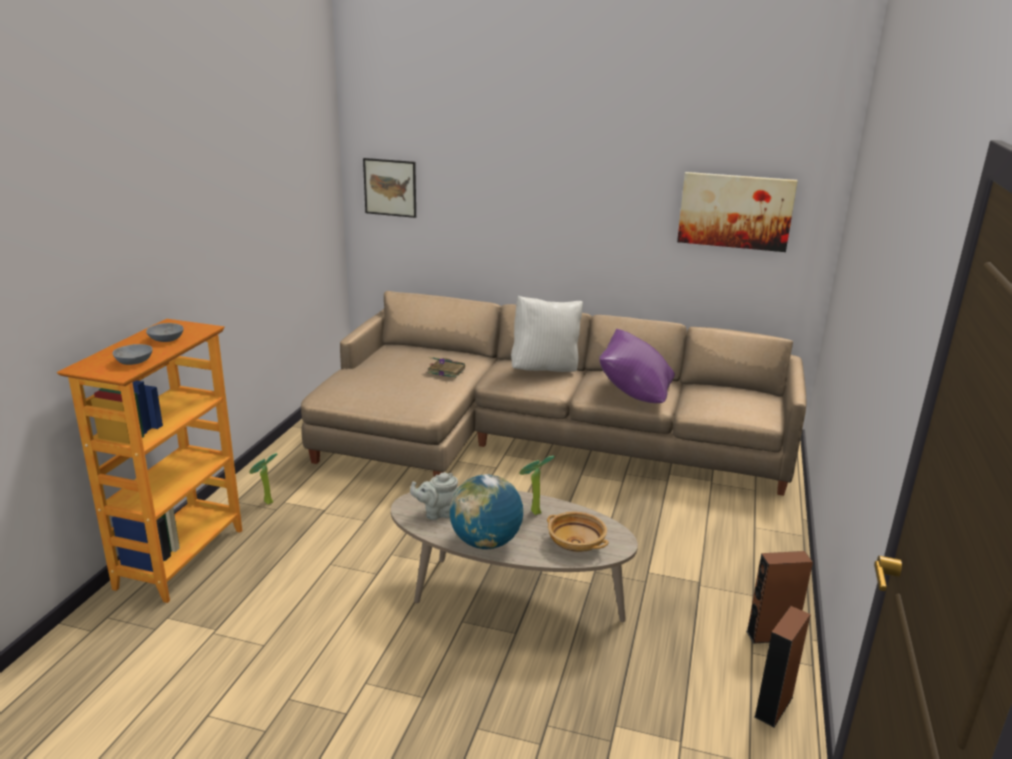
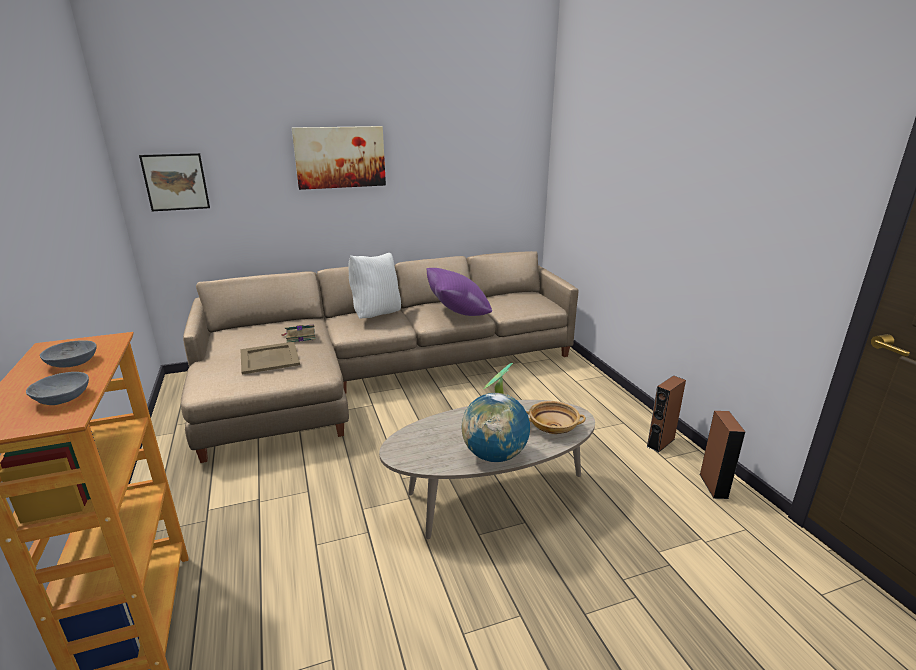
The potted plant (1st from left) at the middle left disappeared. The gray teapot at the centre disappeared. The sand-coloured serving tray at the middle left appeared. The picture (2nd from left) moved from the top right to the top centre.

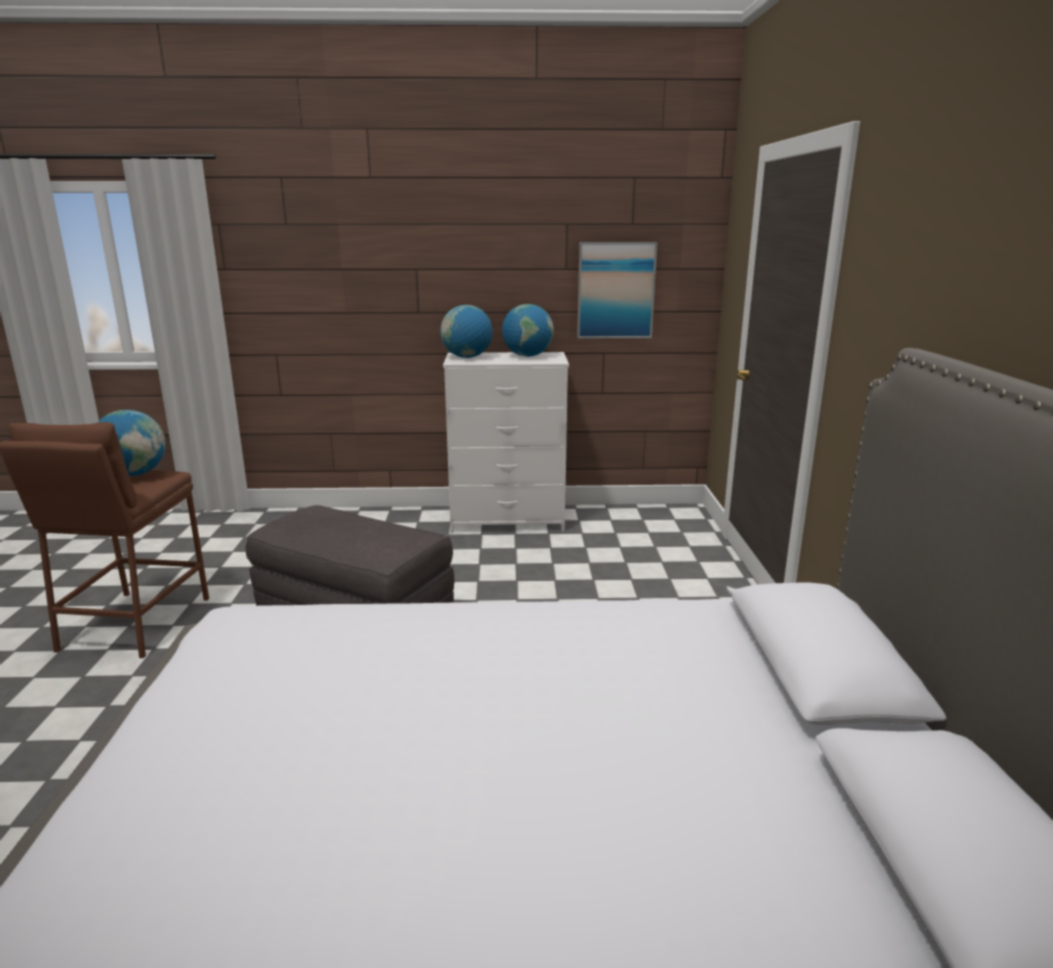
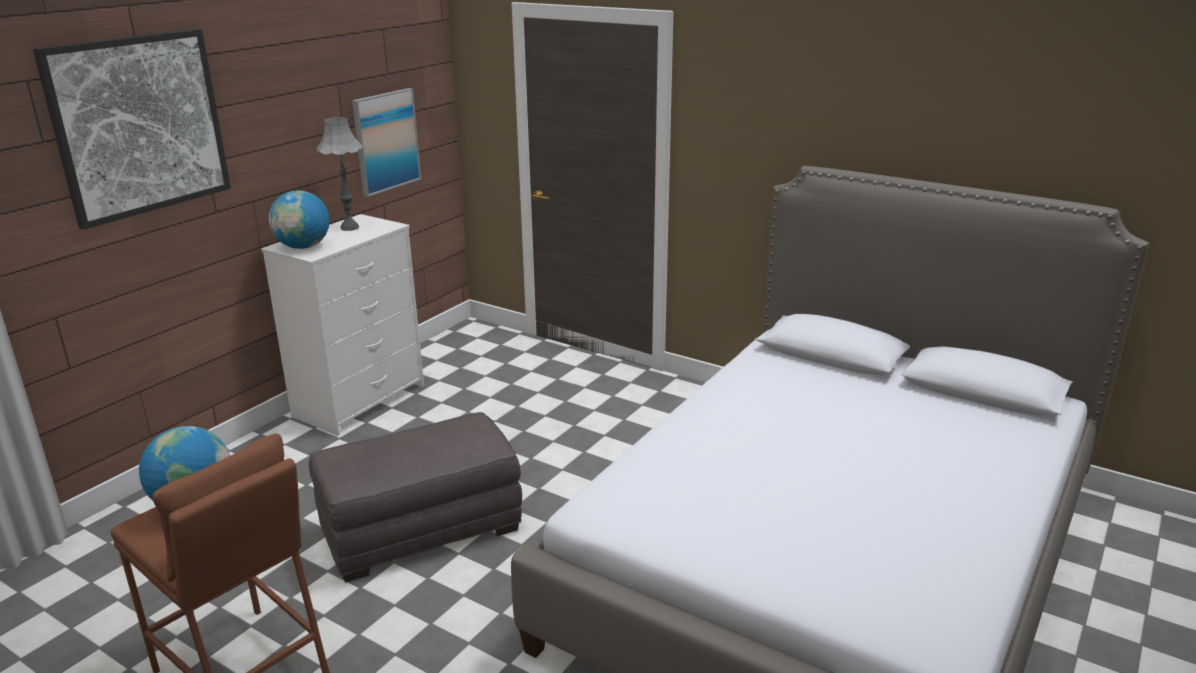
The picture (1st from left) at the top left appeared. The globe (3rd from left) at the centre was replaced by the gray tabletop lamp at the top left.

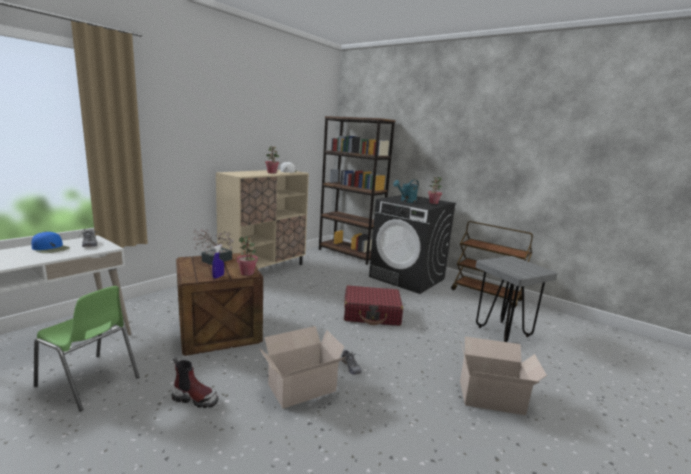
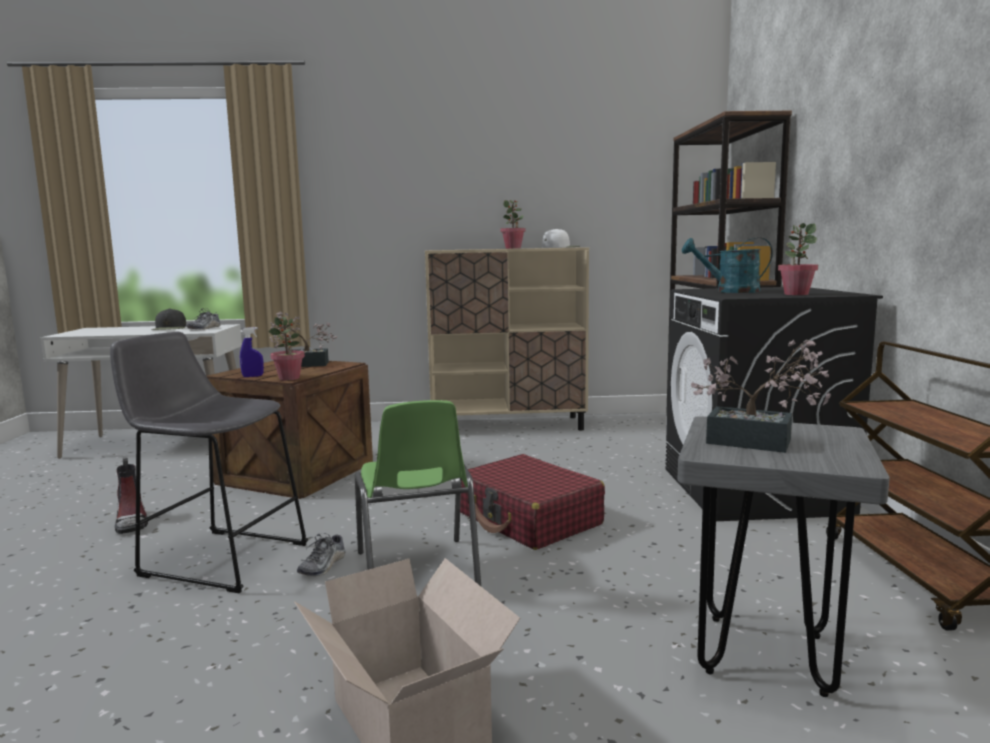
The potted plant (4th from left) at the middle right appeared. The greenish plain chair moved from the bottom left to the centre. The packing box (1st from left) at the bottom centre was replaced by the gray stool (1st from left) at the middle left. The blue baseball cap at the middle left became the blackish baseball cap at the middle left.

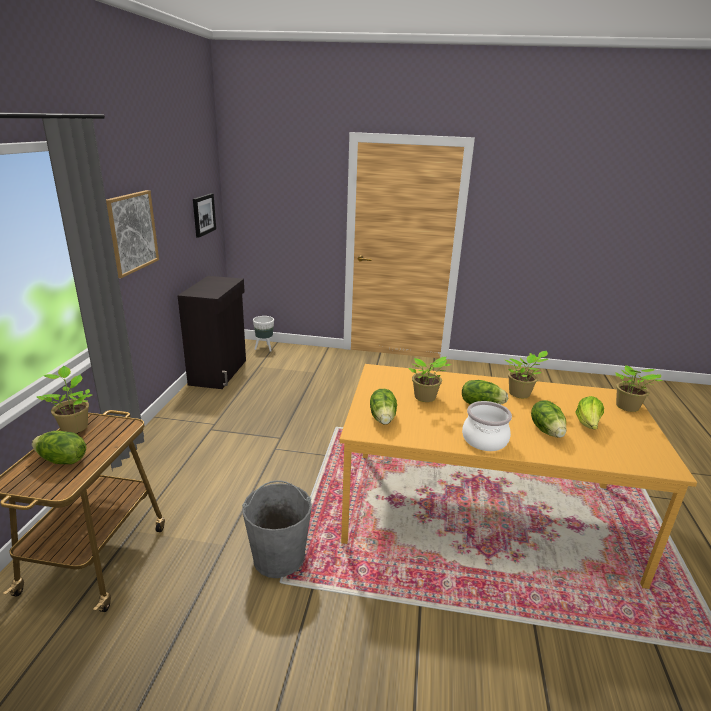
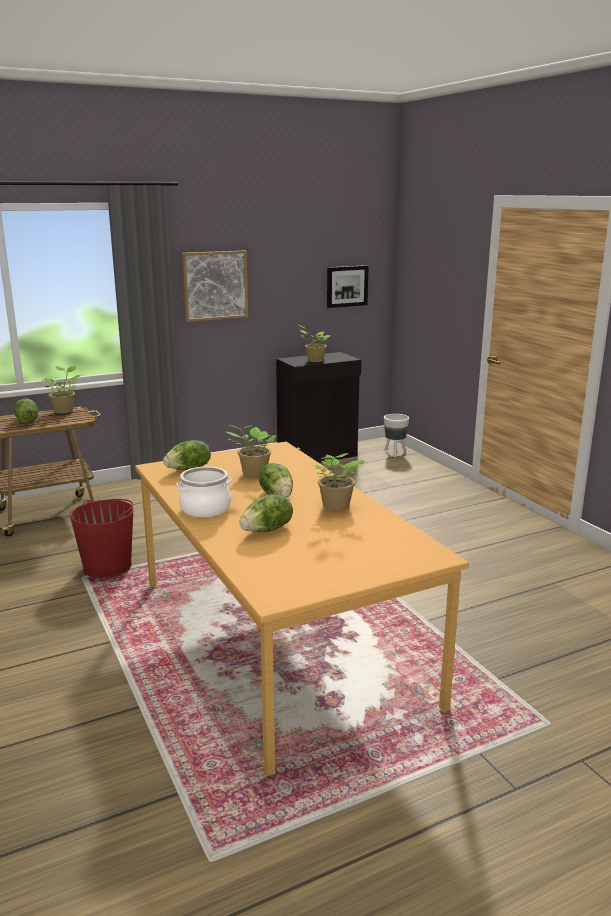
The head of lettuce (5th from left) at the middle right disappeared. The potted plant (4th from left in the first image) moved from the middle right to the centre. The gray bucket at the bottom centre became the reddish bucket at the middle left.

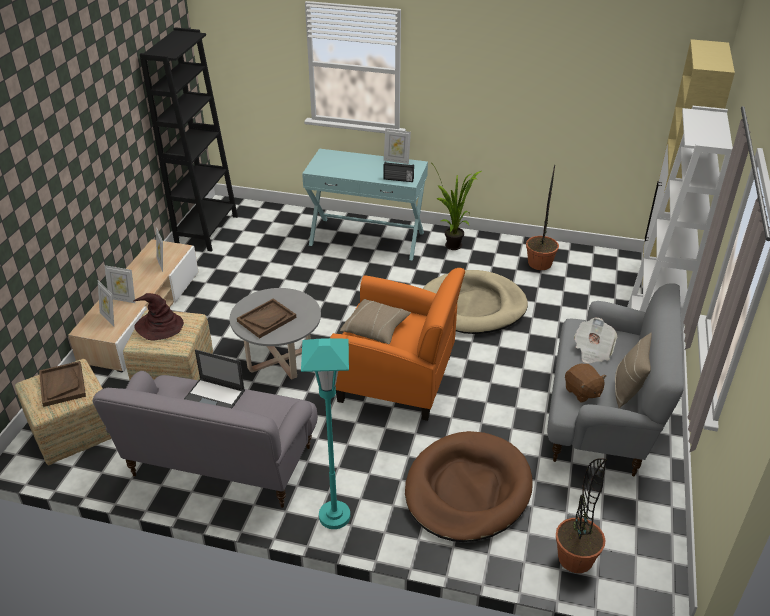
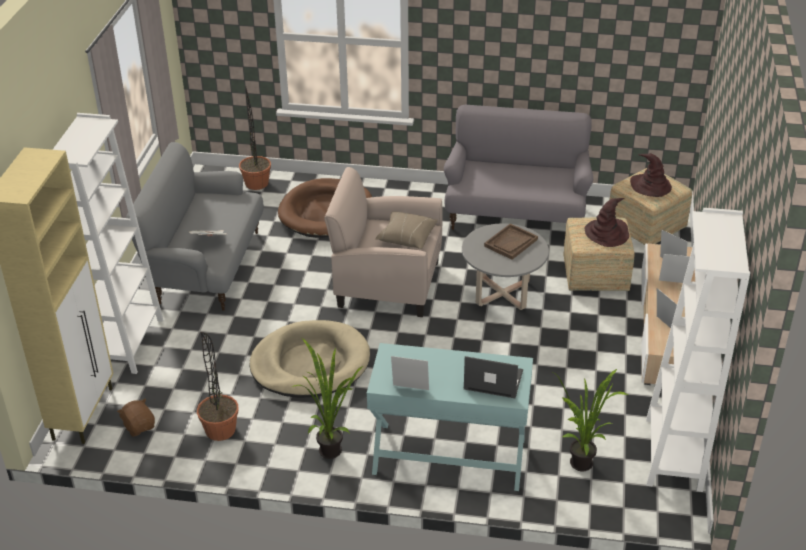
The turquoise-coloured floor lamp at the bottom centre disappeared. The radio receiver at the top centre disappeared. The sand-coloured throw pillow (2nd from left) at the middle right disappeared. The potted plant (4th from left) at the bottom right appeared. The portable computer moved from the middle left to the bottom centre. The brownish plush toy moved from the middle right to the bottom left. The brownish serving tray (1st from left) at the middle left was replaced by the brownish clothing hat (2nd from left) at the top right. The blackish bookcase at the top left became the white bookcase (2nd from left) at the middle right. The orangey easy chair at the centre became the sand-coloured easy chair at the centre.

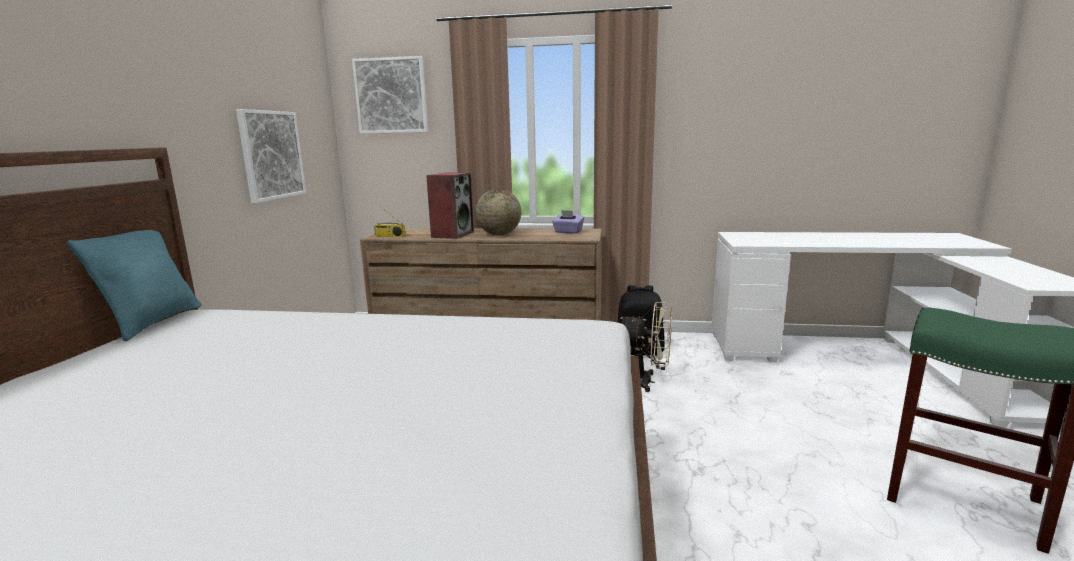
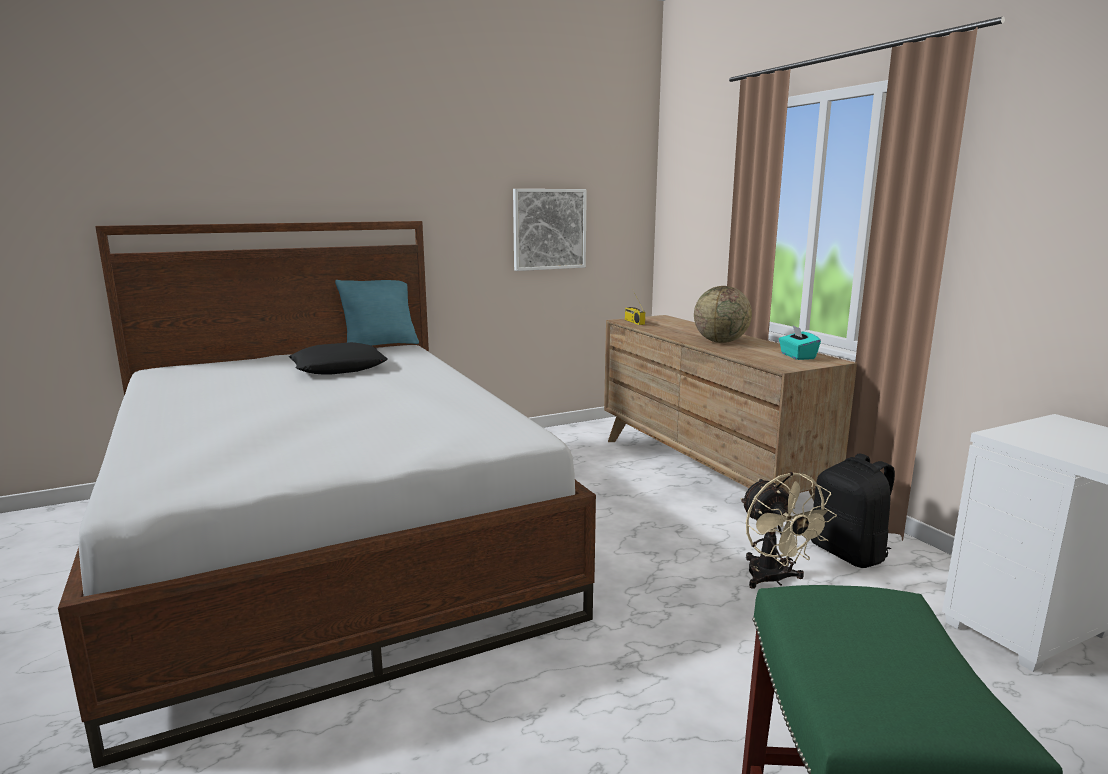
The picture (2nd from left) at the top centre disappeared. The speaker at the centre disappeared. The blackish throw pillow at the middle left appeared. The purple tissue holder at the centre became the turquoise-coloured tissue holder at the middle right.

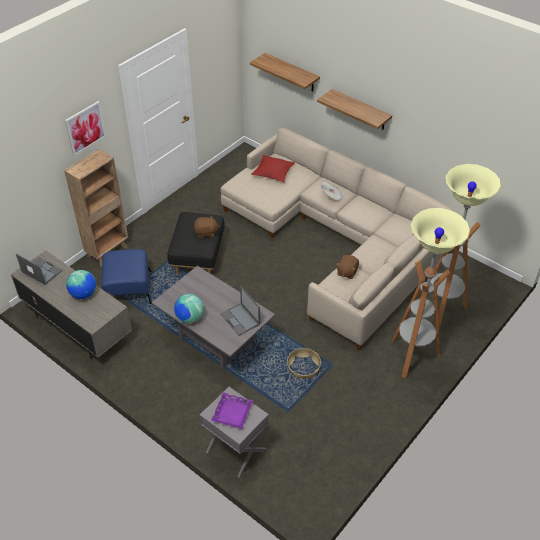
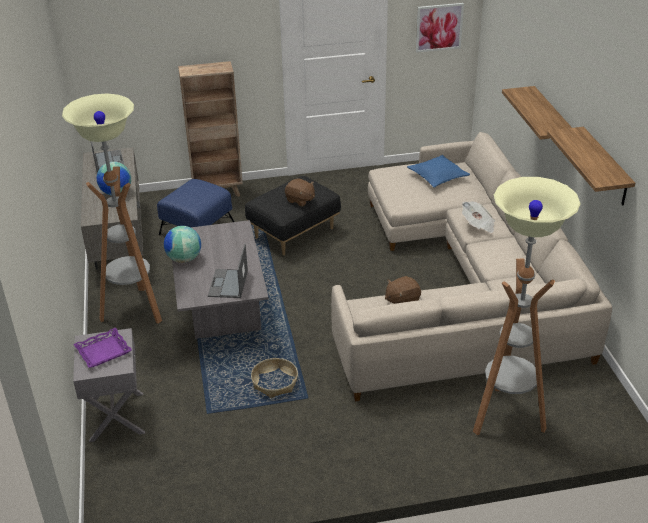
The picture moved from the top left to the top right. The wall shelf (1st from left in the first image) moved from the top centre to the top right. The floor lamp (1st from left) moved from the middle right to the middle left. The reddish throw pillow at the top centre became the blue throw pillow at the top right.

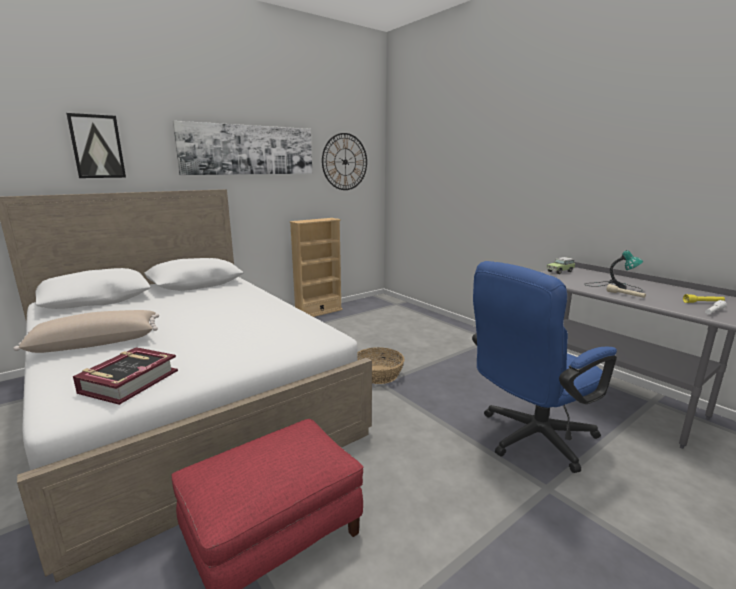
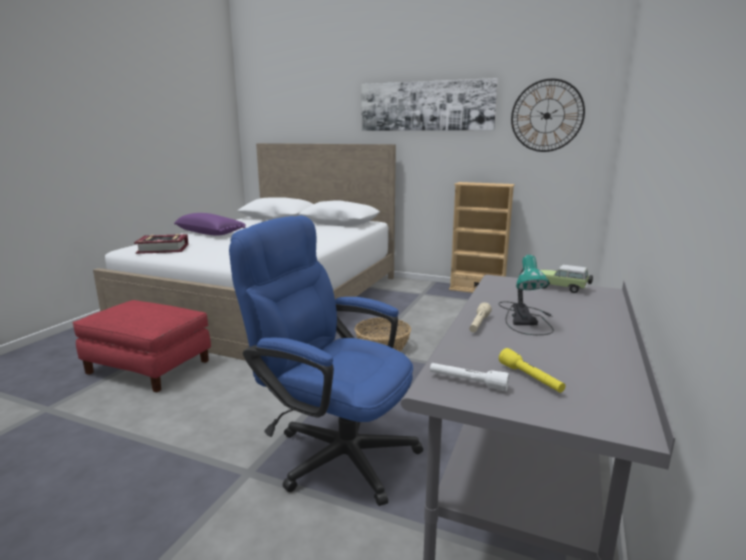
The picture (1st from left) at the top left disappeared. The sand-coloured throw pillow at the middle left became the purple throw pillow at the middle left.

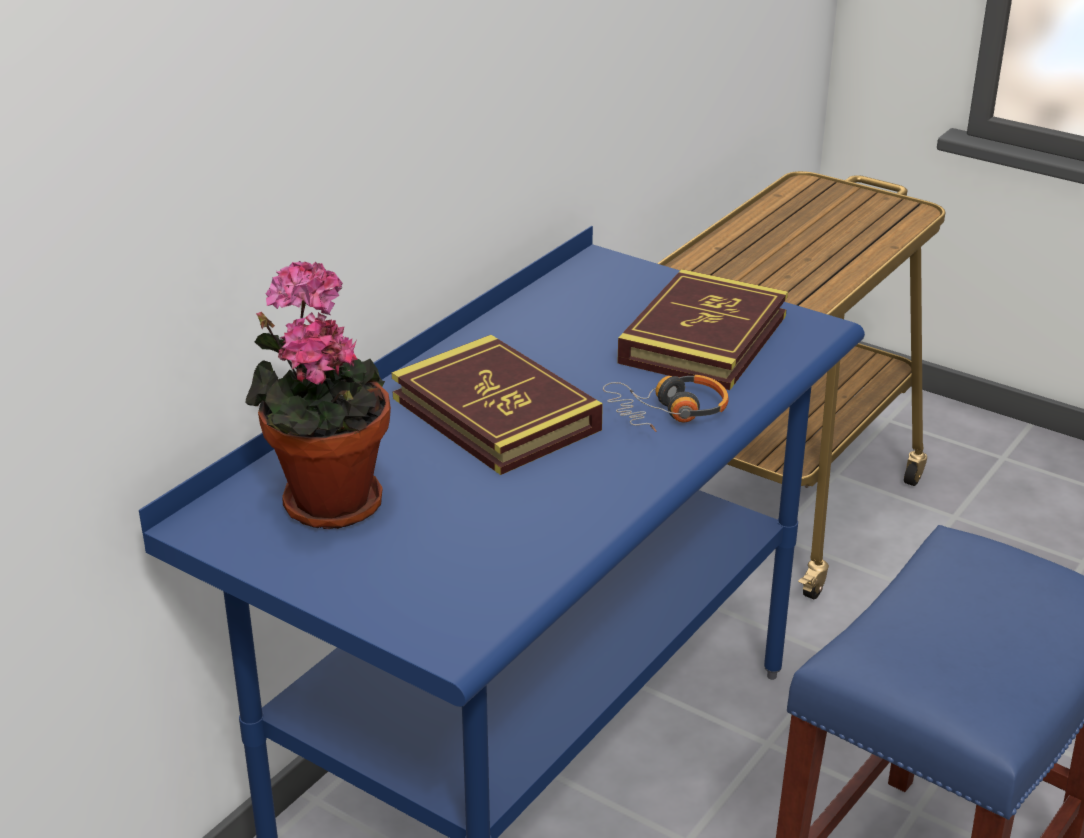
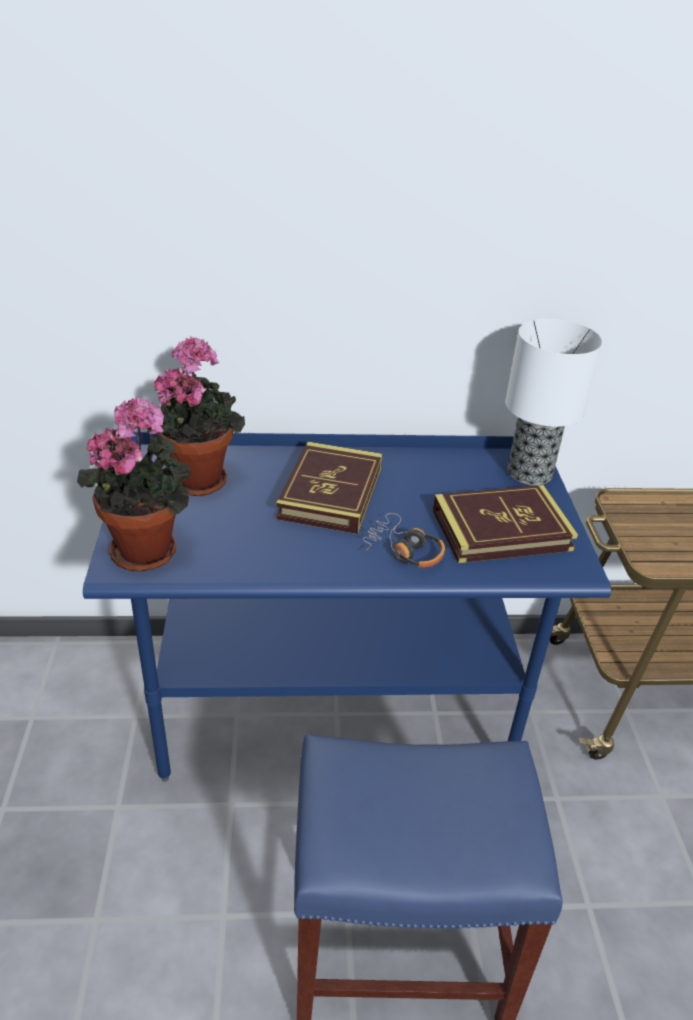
The potted plant (1st from left) at the middle left appeared. The tabletop lamp at the middle right appeared.

